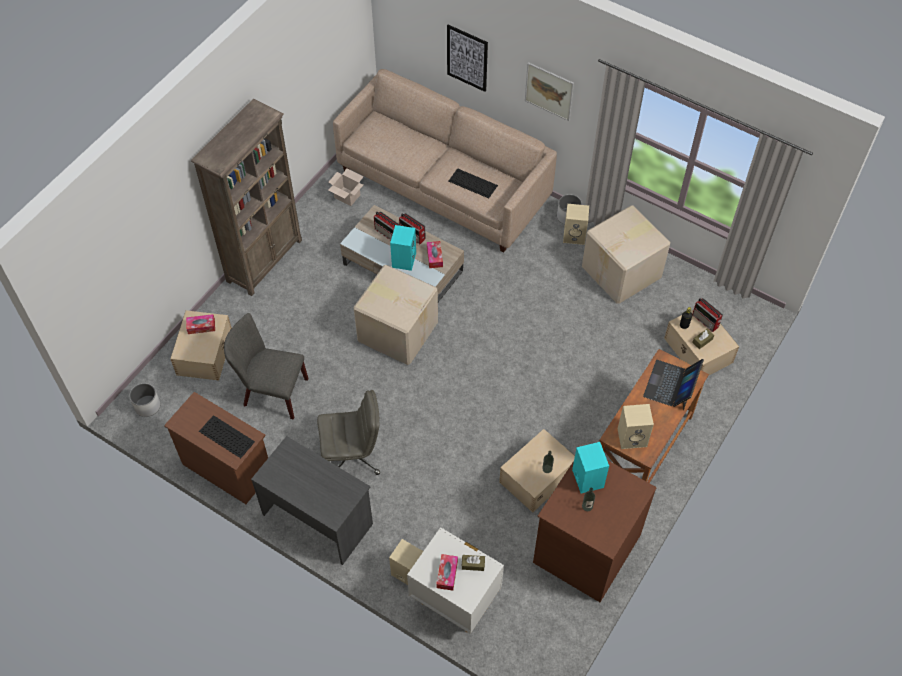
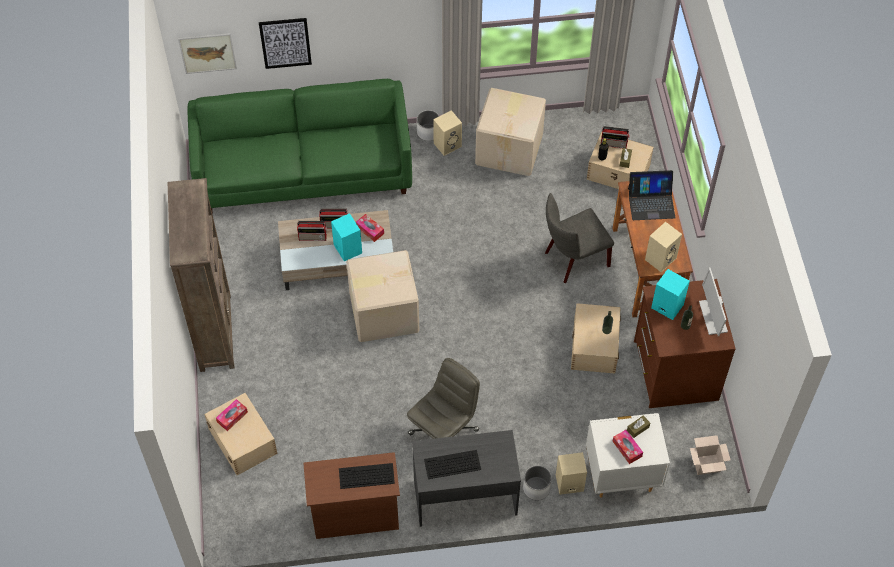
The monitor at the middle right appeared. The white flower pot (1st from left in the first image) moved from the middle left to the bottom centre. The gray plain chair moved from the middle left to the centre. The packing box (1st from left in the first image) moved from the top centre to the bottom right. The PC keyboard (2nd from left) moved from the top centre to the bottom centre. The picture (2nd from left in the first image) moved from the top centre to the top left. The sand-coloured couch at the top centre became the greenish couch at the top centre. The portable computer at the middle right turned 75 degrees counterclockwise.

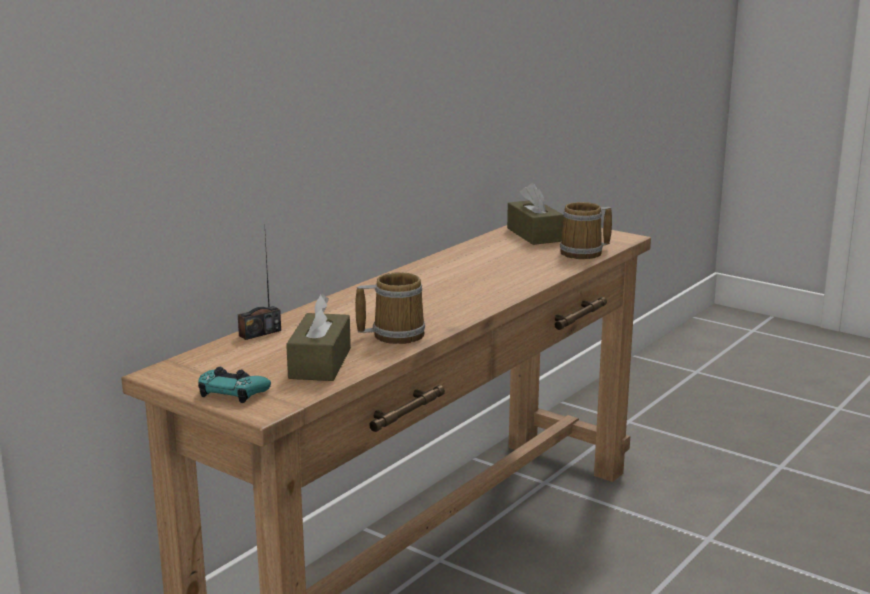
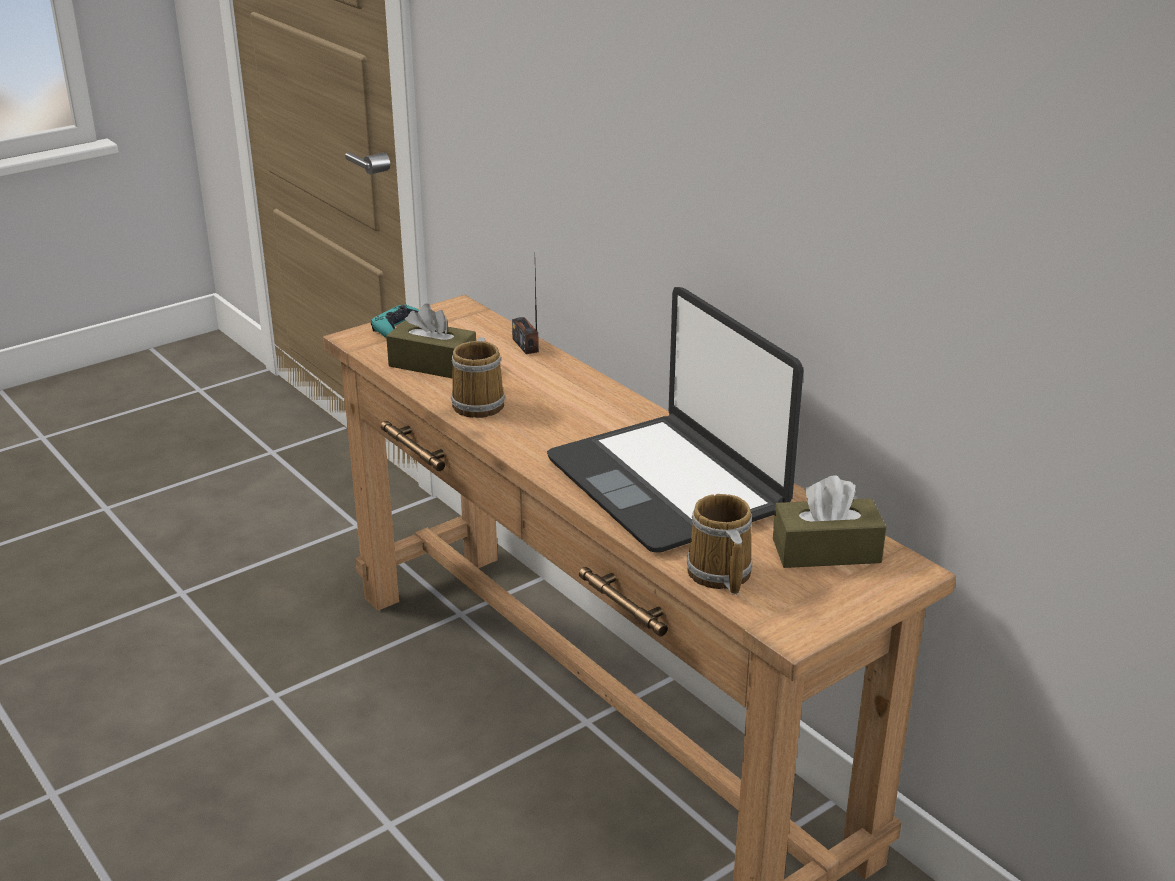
The portable computer at the centre appeared.

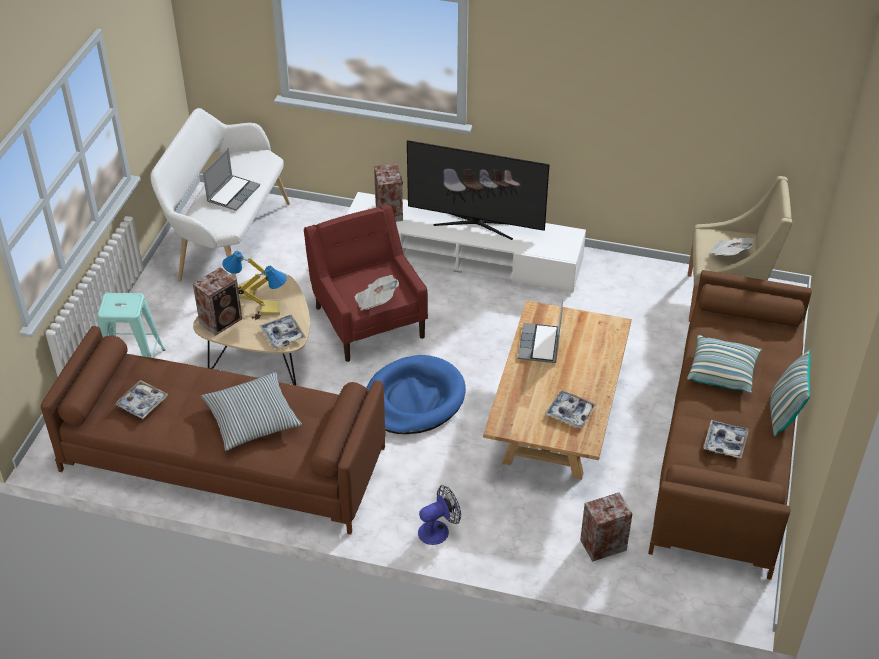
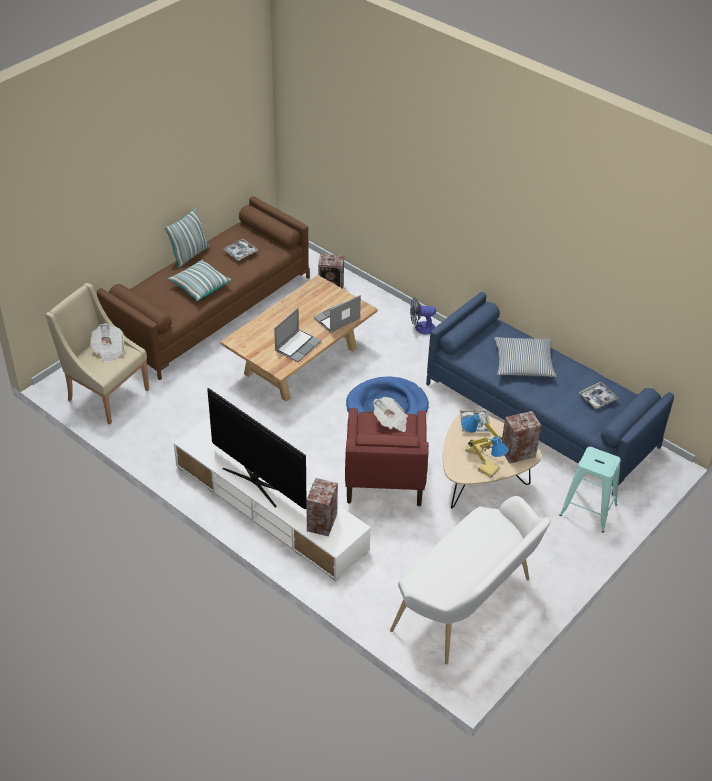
The serving tray (3rd from left) at the centre disappeared. The portable computer (1st from left in the first image) moved from the top left to the centre. The brownish couch (1st from left) at the middle left became the blue couch at the middle right.

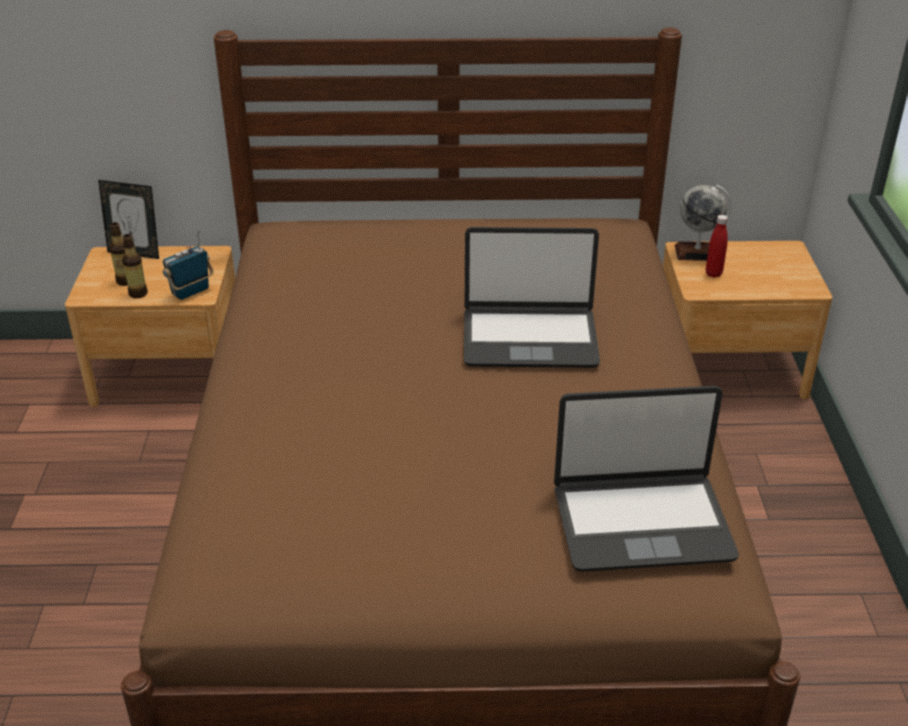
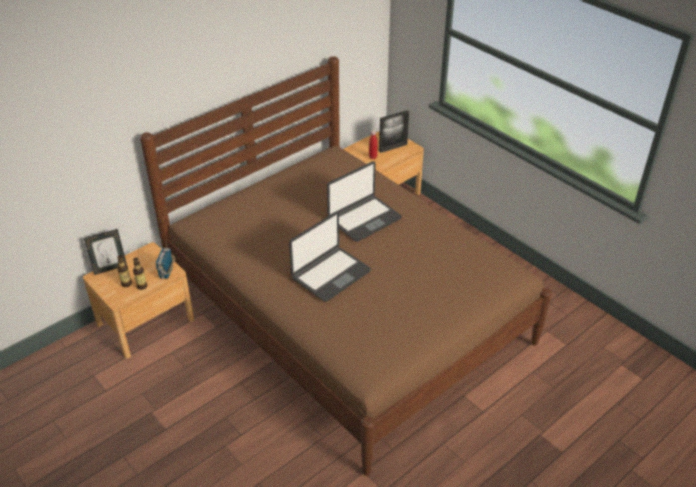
The globe at the top right disappeared. The photo frame (2nd from left) at the top centre appeared. The portable computer (2nd from left in the first image) moved from the middle right to the centre.

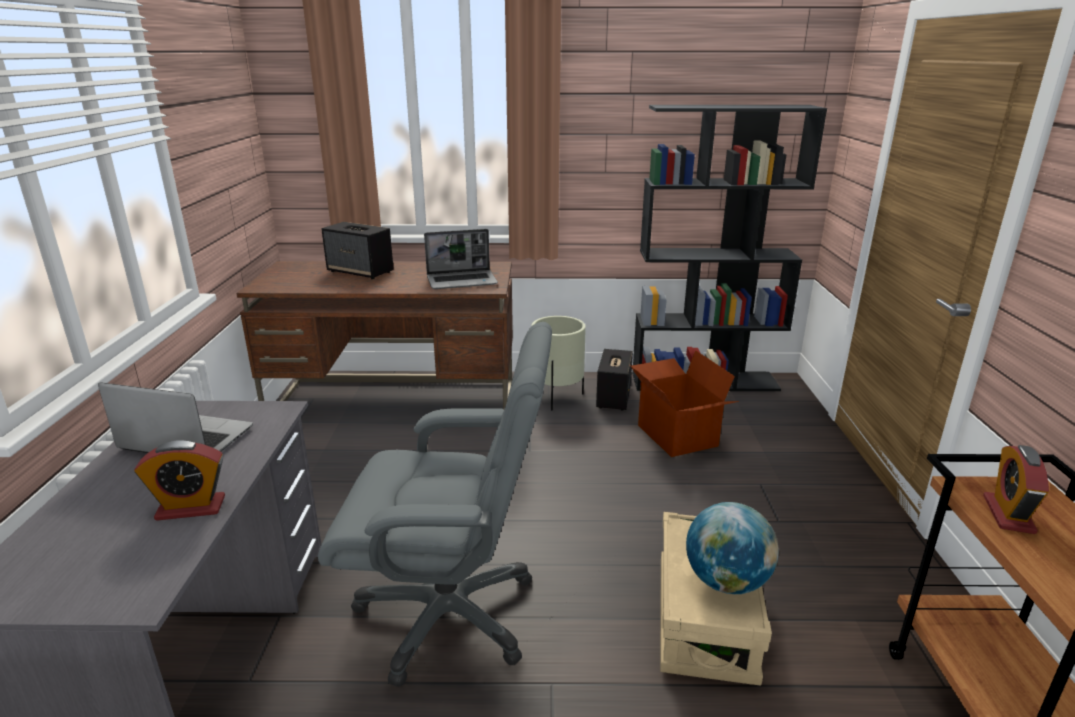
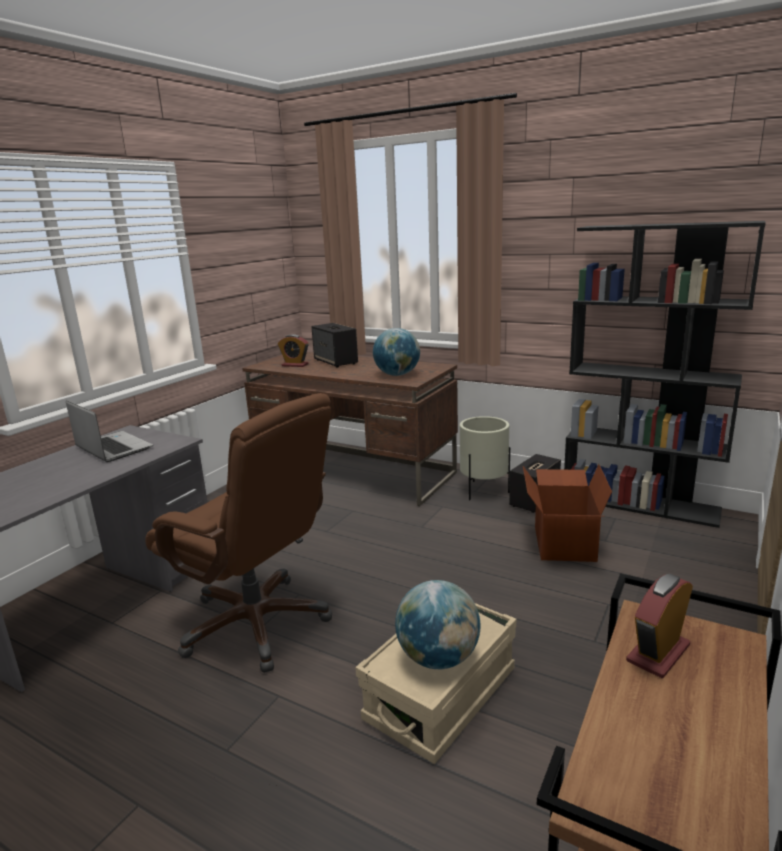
The table clock (1st from left) moved from the bottom left to the centre. The portable computer (2nd from left) at the centre was replaced by the globe (1st from left) at the centre. The gray computer chair at the bottom centre became the brownish computer chair at the middle left.

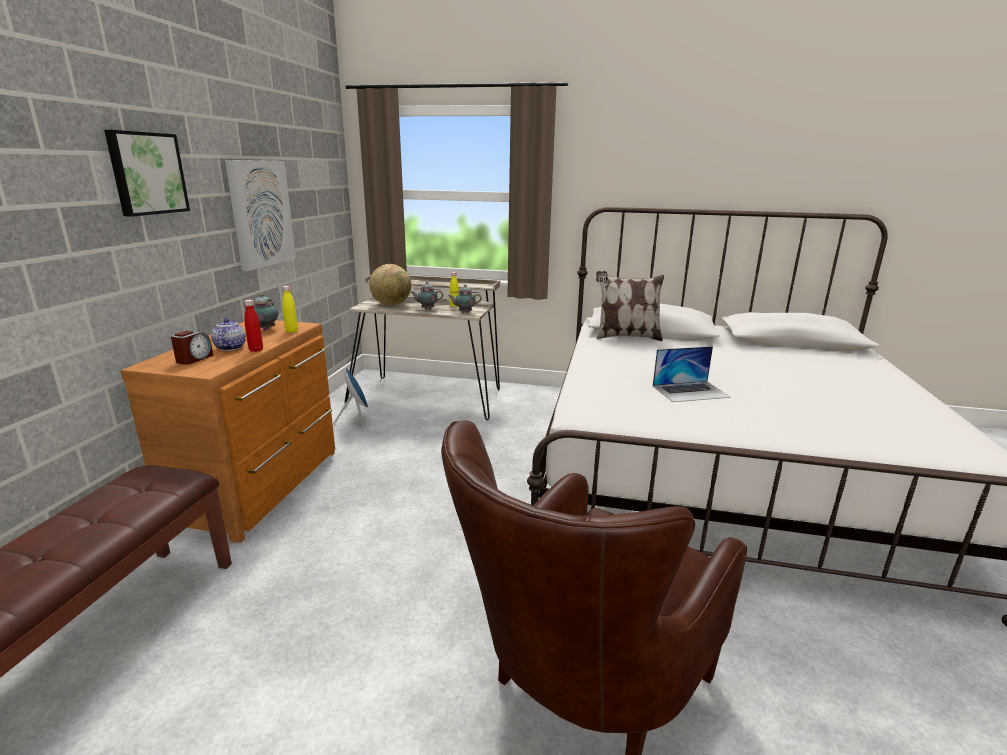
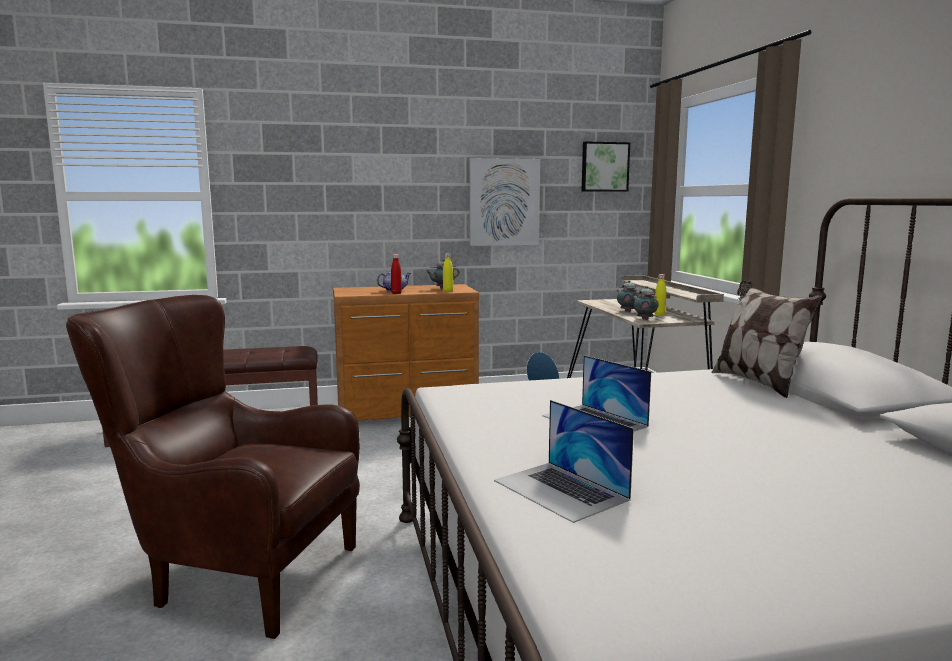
The table clock at the middle left disappeared. The globe at the centre disappeared. The portable computer (1st from left) at the bottom centre appeared. The picture (1st from left in the first image) moved from the top left to the top centre.

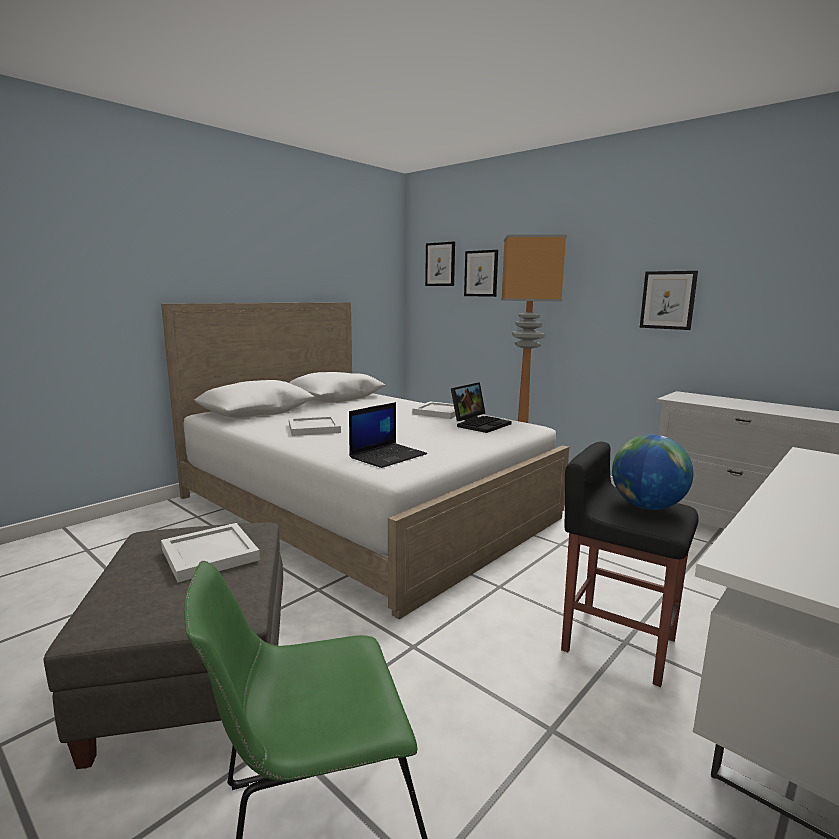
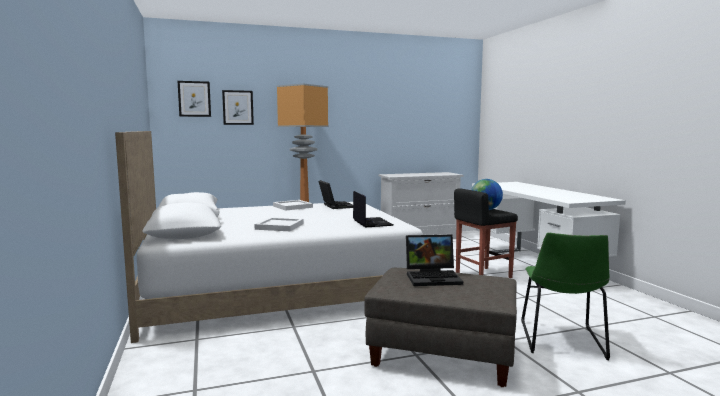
The picture (3rd from left) at the middle right disappeared. The white serving tray (1st from left) at the middle left was replaced by the portable computer (3rd from left) at the centre.

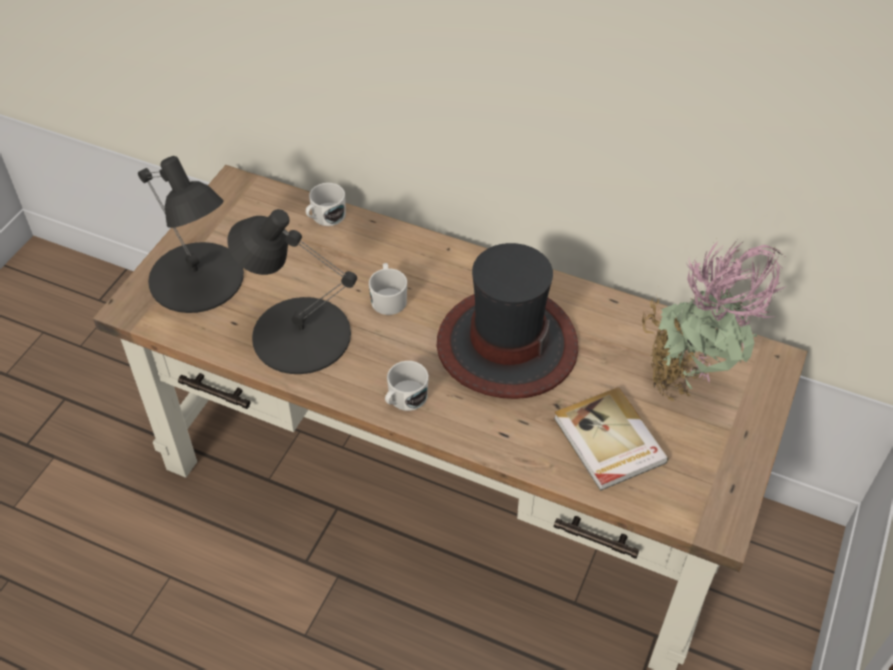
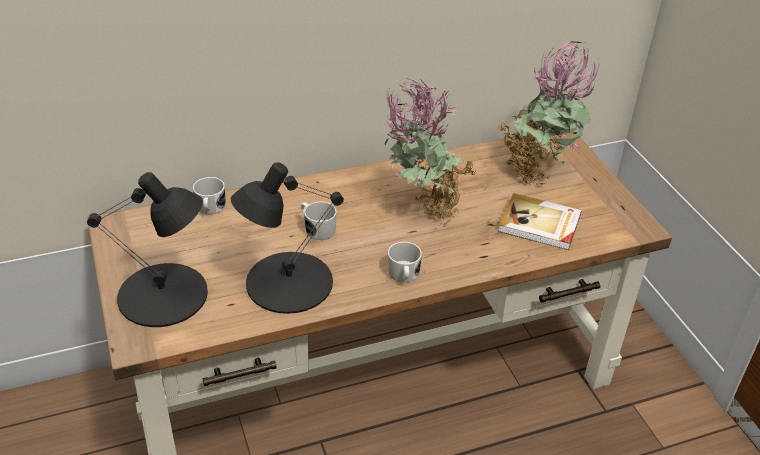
The clothing hat at the centre was replaced by the potted plant (1st from left) at the top centre.

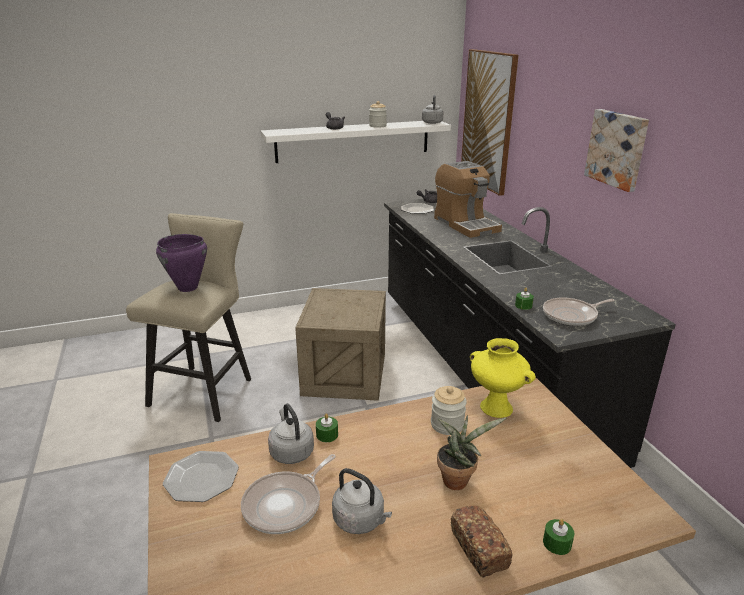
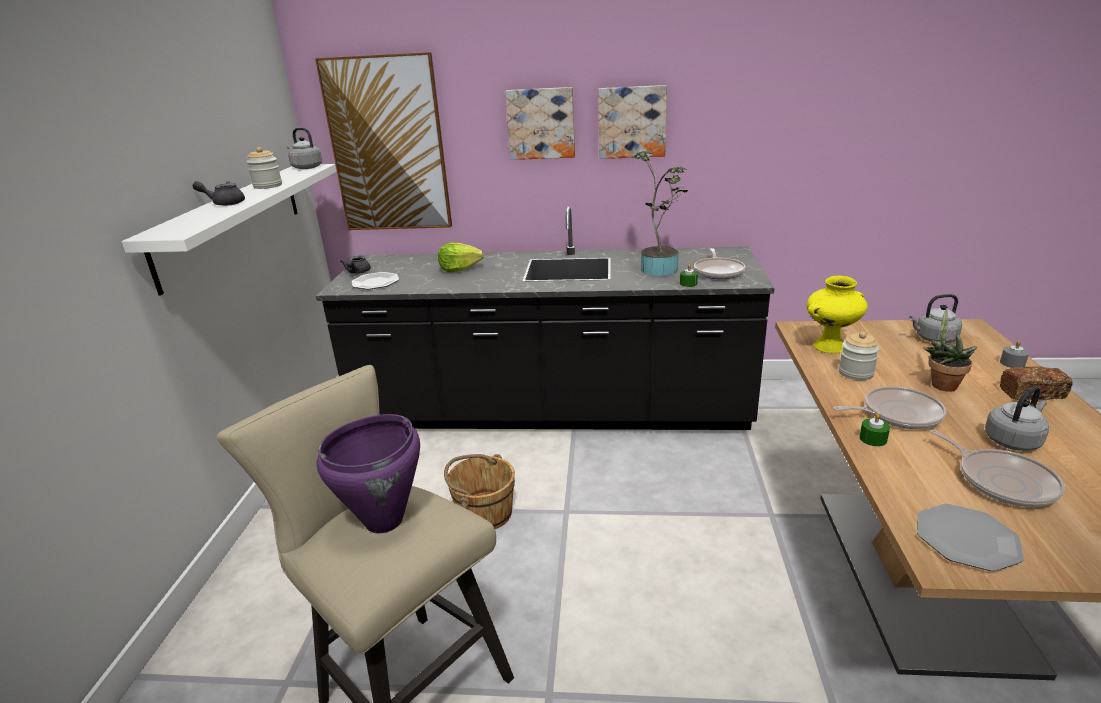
The picture (2nd from left) at the top centre appeared. The potted plant (1st from left) at the top centre appeared. The frying pan (2nd from left) at the middle right appeared. The gray kettle (1st from left in the first image) moved from the bottom centre to the middle right. The shipping crate at the centre was replaced by the brownish bucket at the bottom centre. The coffee maker at the centre was replaced by the head of lettuce at the centre. The greenish wax light (3rd from left) at the bottom right became the gray wax light at the middle right.

